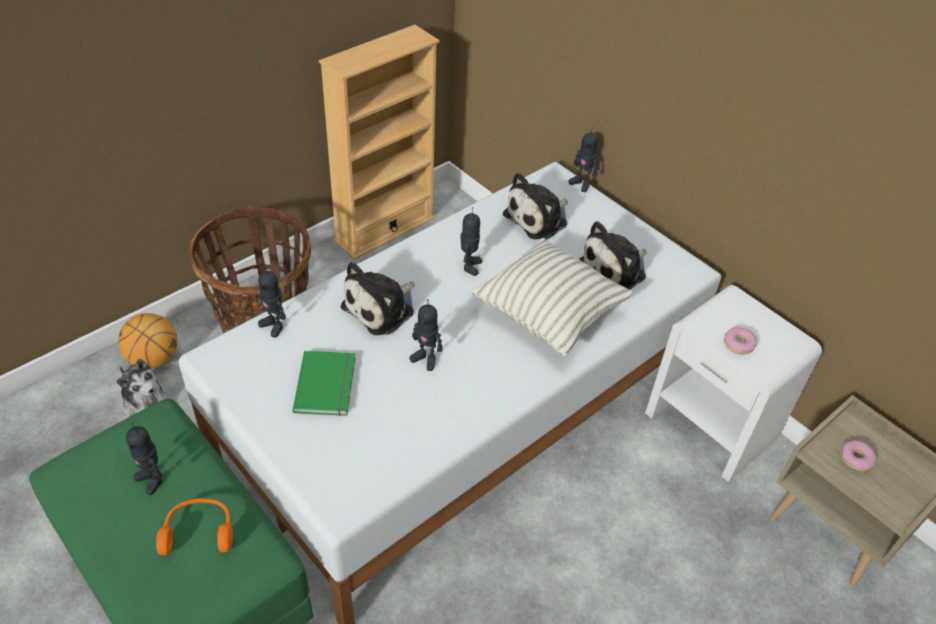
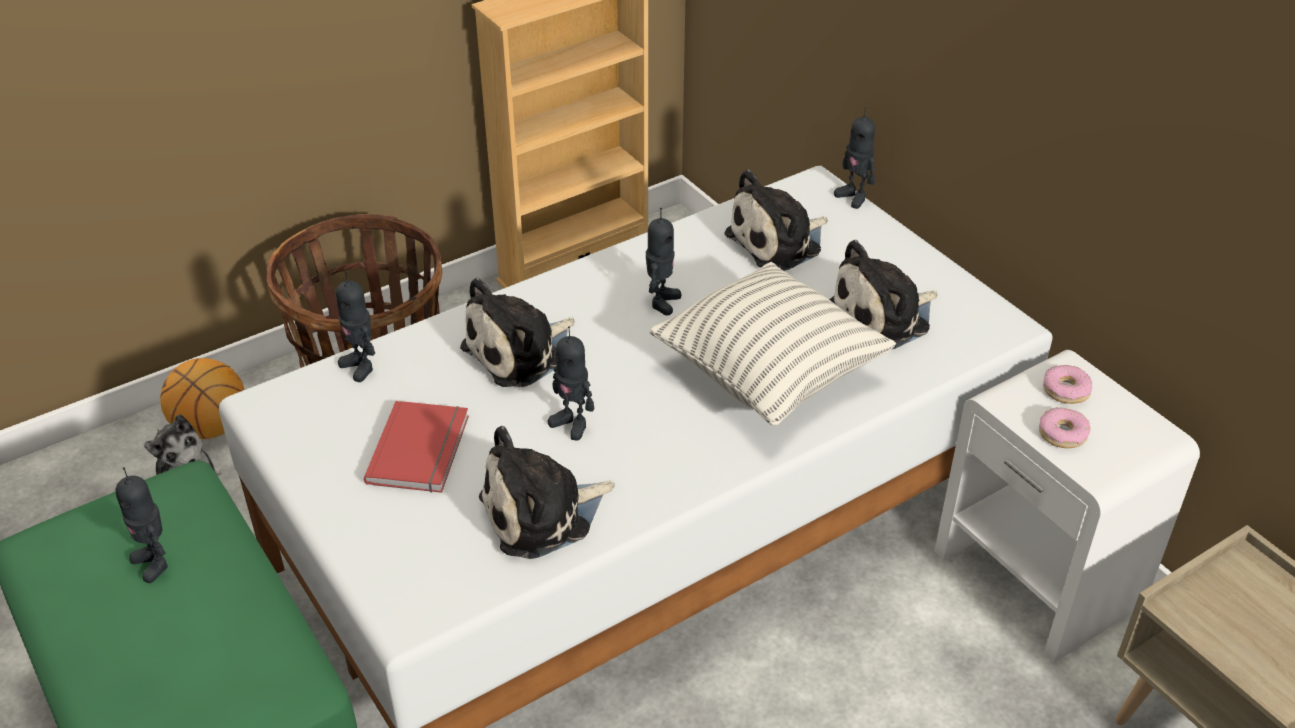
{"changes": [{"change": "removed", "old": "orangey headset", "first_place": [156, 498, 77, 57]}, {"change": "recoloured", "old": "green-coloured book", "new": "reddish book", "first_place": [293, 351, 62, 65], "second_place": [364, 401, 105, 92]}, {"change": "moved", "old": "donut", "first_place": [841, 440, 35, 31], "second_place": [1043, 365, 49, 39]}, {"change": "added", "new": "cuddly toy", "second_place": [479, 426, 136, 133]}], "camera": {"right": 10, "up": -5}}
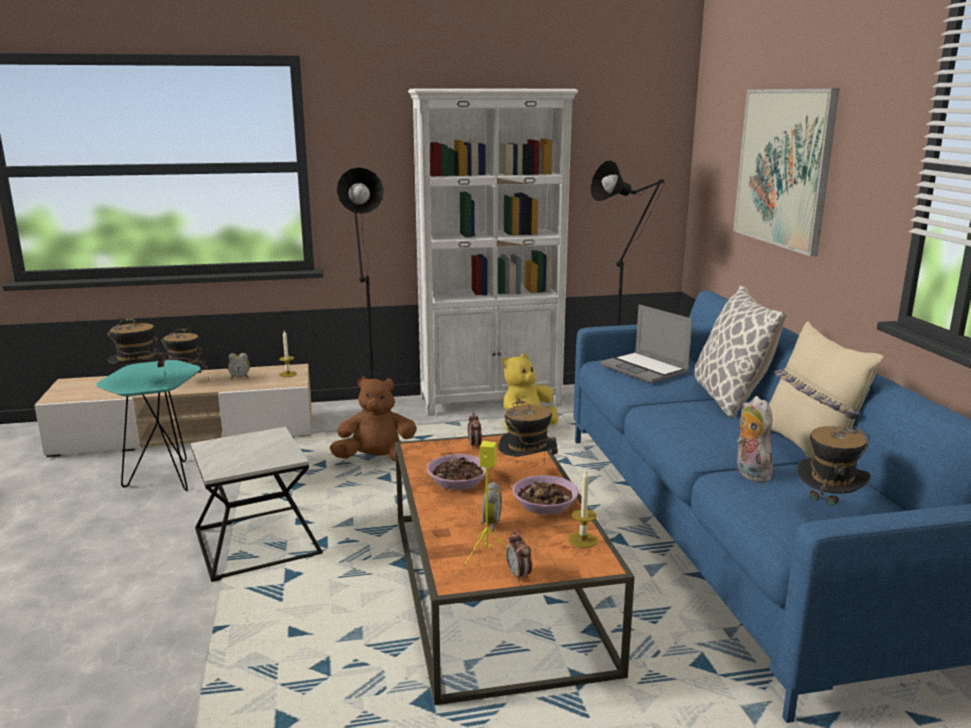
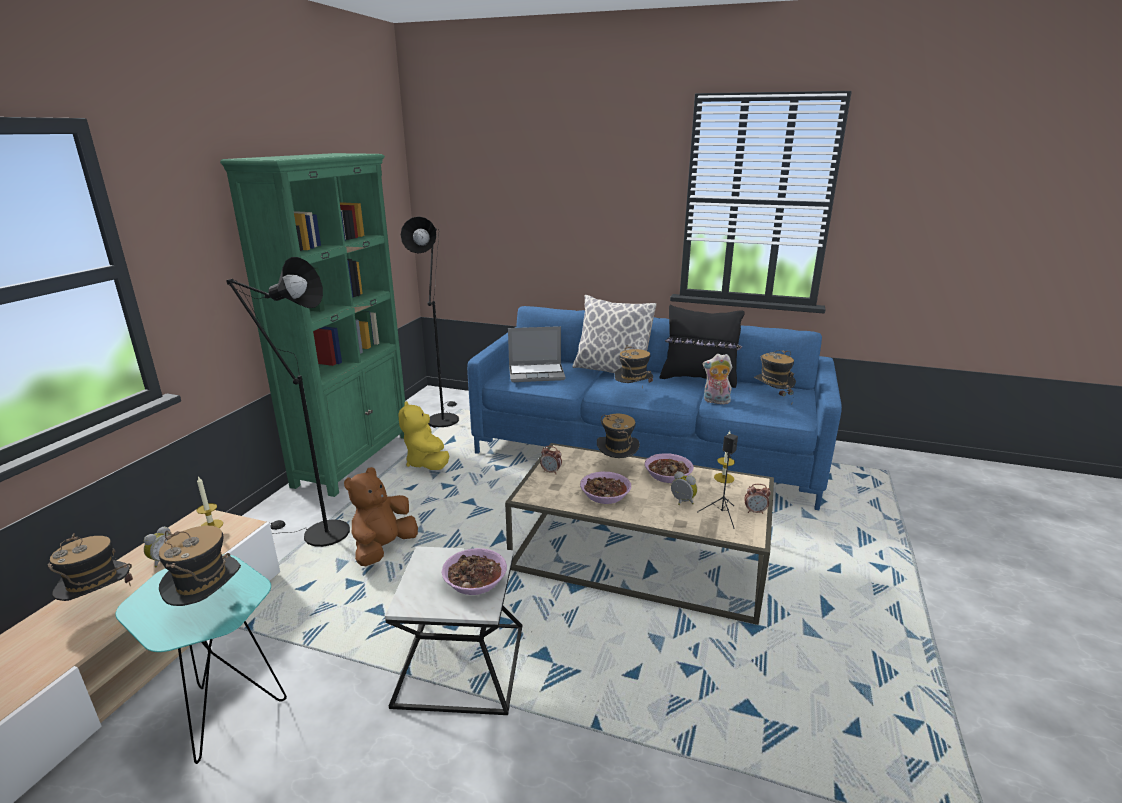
{"changes": [{"change": "recoloured", "old": "orangey coffee table", "new": "beige coffee table", "first_place": [395, 433, 240, 272], "second_place": [505, 443, 269, 182]}, {"change": "recoloured", "old": "white bookshelf", "new": "green-coloured bookshelf", "first_place": [408, 88, 170, 328], "second_place": [220, 153, 185, 344]}, {"change": "recoloured", "old": "yellow loudspeaker", "new": "blackish loudspeaker", "first_place": [463, 440, 44, 128], "second_place": [697, 434, 41, 95]}, {"change": "removed", "old": "picture", "first_place": [733, 89, 106, 167]}, {"change": "recoloured", "old": "beige pillow", "new": "blackish pillow", "first_place": [769, 321, 115, 138], "second_place": [659, 305, 85, 83]}, {"change": "added", "new": "deep dish", "second_place": [441, 548, 66, 47]}, {"change": "added", "new": "hat", "second_place": [614, 345, 39, 38]}], "camera": {"right": -60, "up": 5}}
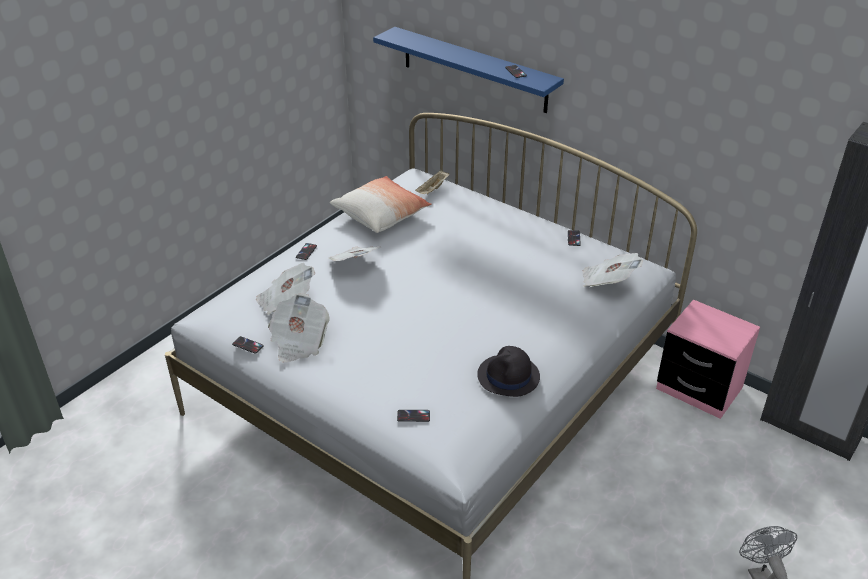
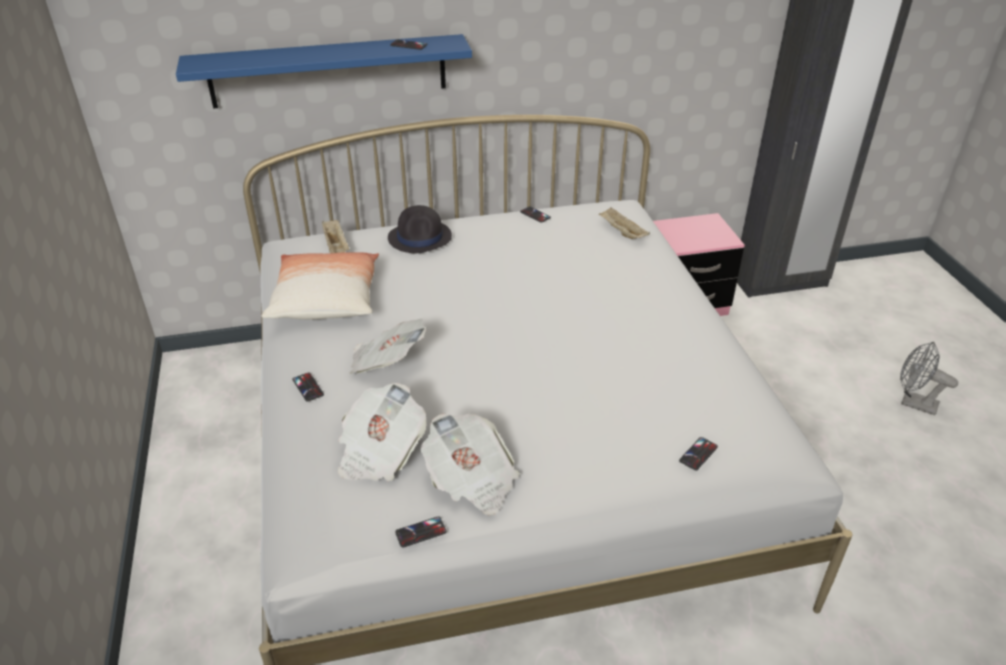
{"changes": [{"change": "moved", "old": "blackish hat", "first_place": [477, 346, 63, 51], "second_place": [388, 205, 64, 48]}, {"change": "replaced", "old": "newspaper", "new": "beige tray", "first_place": [582, 253, 61, 34], "second_place": [599, 207, 51, 32]}], "camera": {"right": -50, "up": 0}}
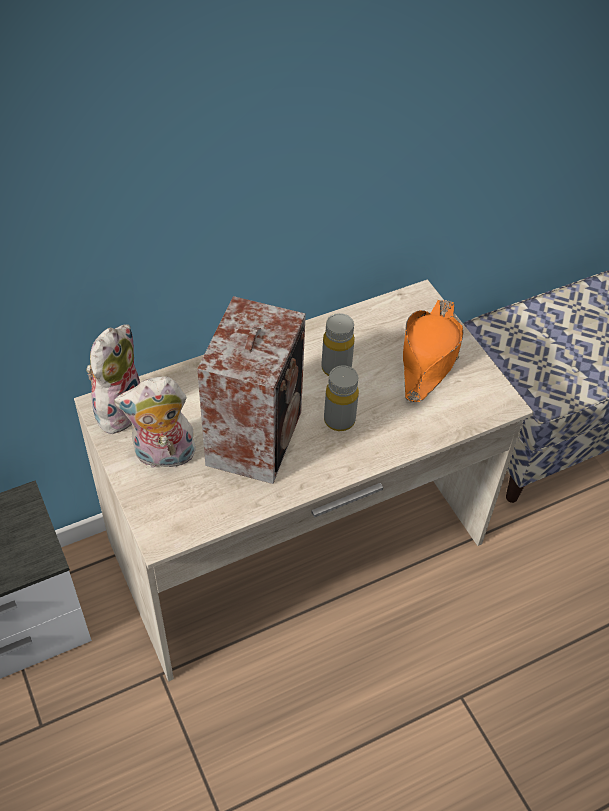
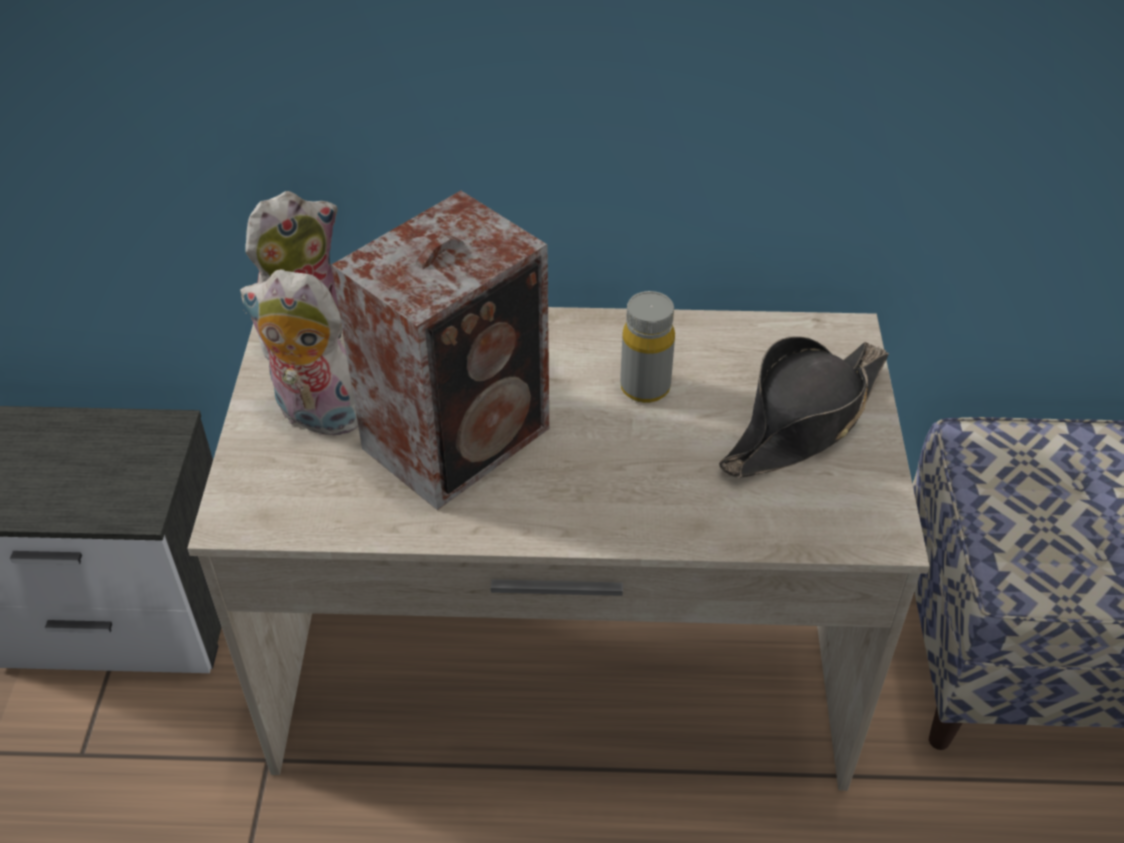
{"changes": [{"change": "removed", "old": "grey bottle", "first_place": [324, 365, 35, 66]}, {"change": "recoloured", "old": "orangey hat", "new": "blackish hat", "first_place": [403, 300, 60, 102], "second_place": [719, 337, 170, 141]}], "camera": {"right": 30, "up": -5}}
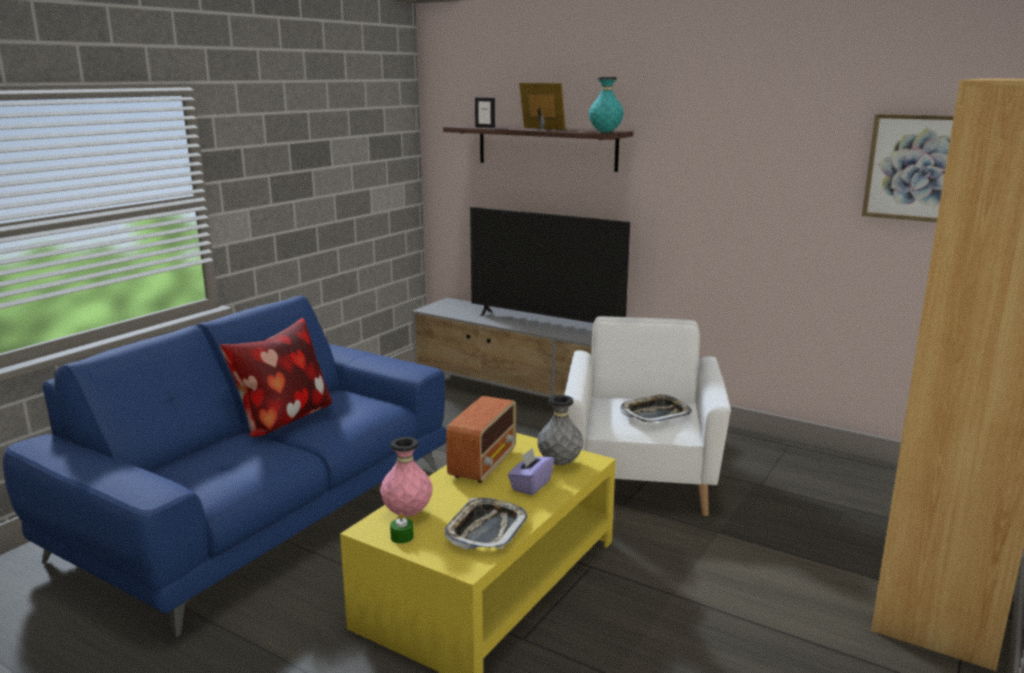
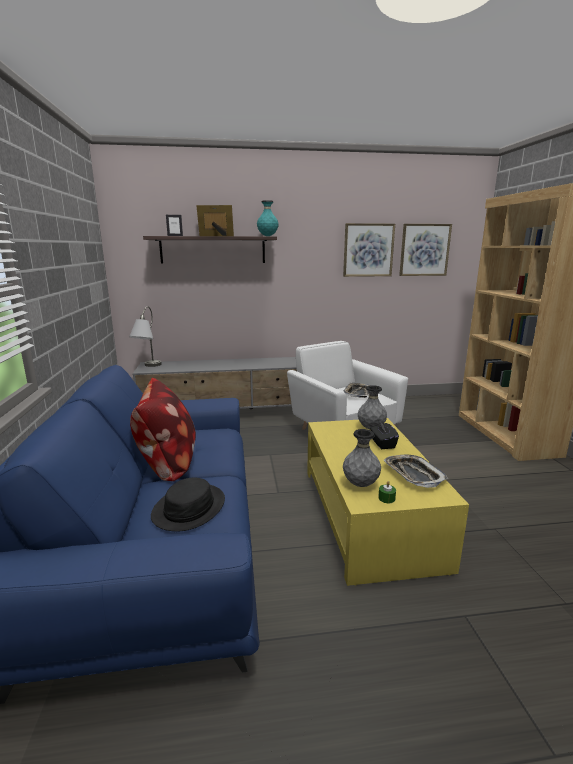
{"changes": [{"change": "recoloured", "old": "pink decorative vase", "new": "grey decorative vase", "first_place": [380, 437, 53, 79], "second_place": [343, 429, 38, 58]}, {"change": "removed", "old": "radio", "first_place": [446, 396, 70, 87]}, {"change": "removed", "old": "TV", "first_place": [470, 207, 160, 116]}, {"change": "recoloured", "old": "purple tissue box", "new": "blackish tissue box", "first_place": [508, 448, 46, 47], "second_place": [370, 421, 29, 28]}, {"change": "added", "new": "grey table lamp", "second_place": [129, 306, 33, 61]}, {"change": "added", "new": "blackish hat", "second_place": [151, 478, 74, 53]}, {"change": "added", "new": "picture", "second_place": [343, 223, 52, 54]}], "camera": {"right": -40, "up": 0}}
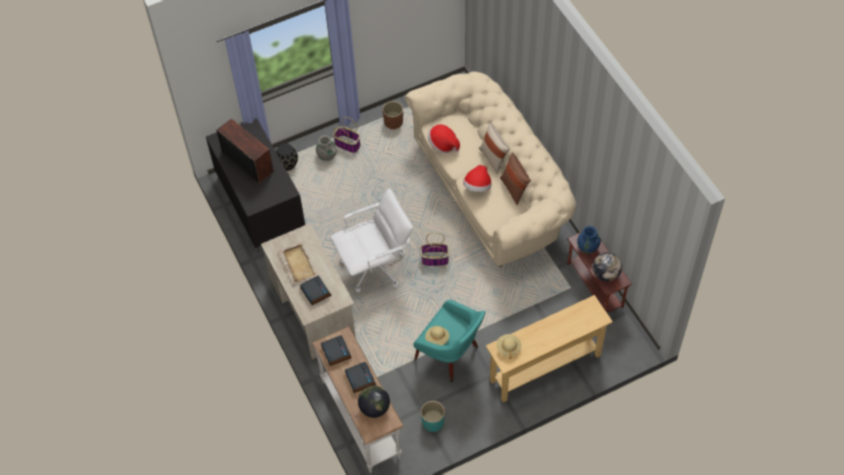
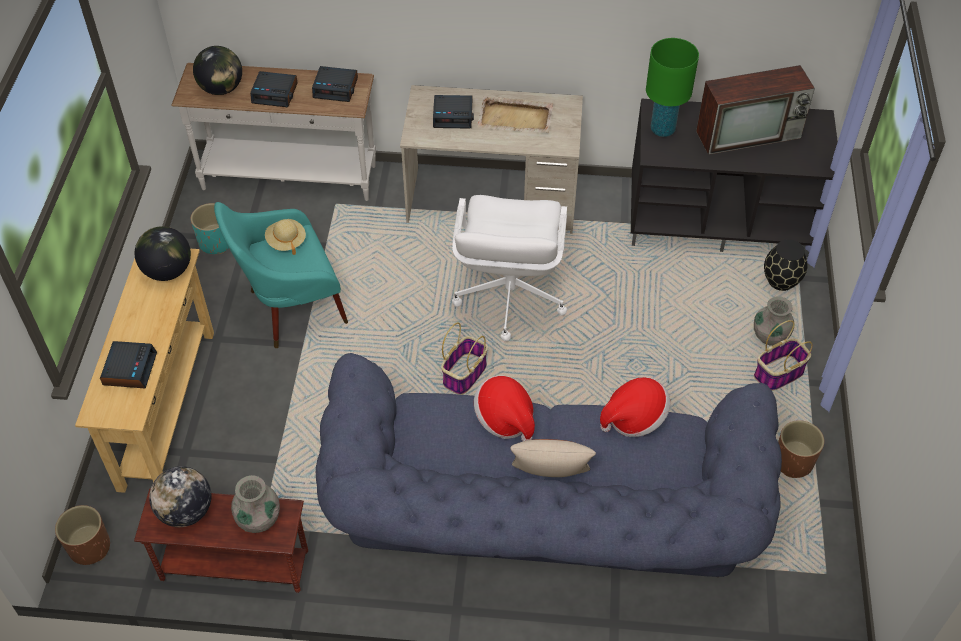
{"changes": [{"change": "recoloured", "old": "beige sofa", "new": "blue-coloured sofa", "first_place": [405, 72, 171, 195], "second_place": [316, 353, 466, 224]}, {"change": "replaced", "old": "beige hat", "new": "globe", "first_place": [497, 334, 24, 25], "second_place": [135, 226, 56, 55]}, {"change": "removed", "old": "brown-coloured pillow", "first_place": [500, 153, 31, 52]}, {"change": "recoloured", "old": "blue-coloured decorative vase", "new": "grey decorative vase", "first_place": [577, 226, 24, 27], "second_place": [231, 475, 49, 58]}, {"change": "added", "new": "brown-coloured plant pot", "second_place": [55, 505, 55, 60]}, {"change": "added", "new": "bedside clock", "second_place": [100, 341, 57, 48]}, {"change": "added", "new": "green-coloured table lamp", "second_place": [646, 38, 53, 99]}], "camera": {"right": 120, "up": -5}}
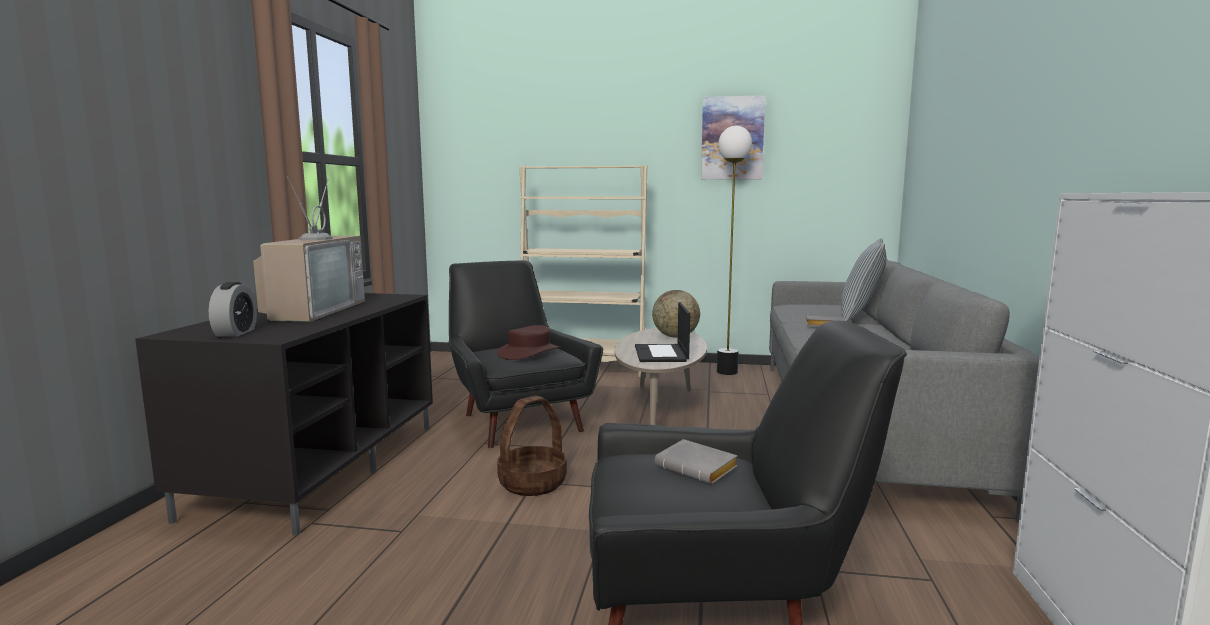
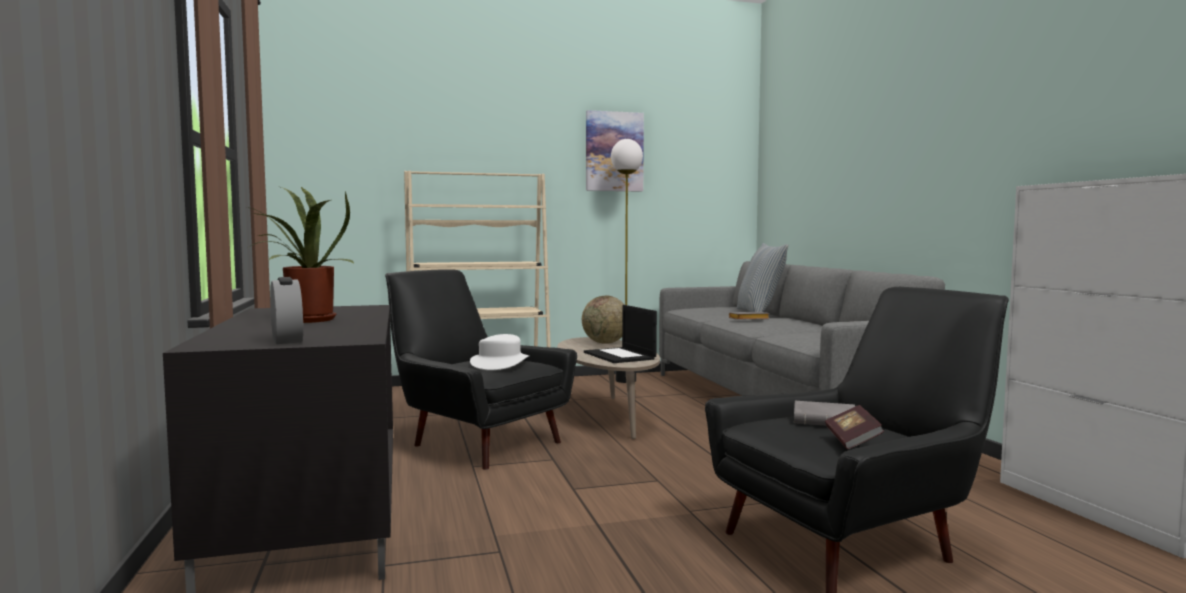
{"changes": [{"change": "replaced", "old": "TV", "new": "potted plant", "first_place": [253, 177, 112, 145], "second_place": [247, 186, 108, 137]}, {"change": "recoloured", "old": "brown-coloured hat", "new": "white hat", "first_place": [497, 325, 64, 35], "second_place": [470, 334, 59, 36]}, {"change": "removed", "old": "household basket", "first_place": [497, 395, 70, 101]}, {"change": "added", "new": "book", "second_place": [825, 405, 59, 44]}], "camera": {"right": -25, "up": -5}}
